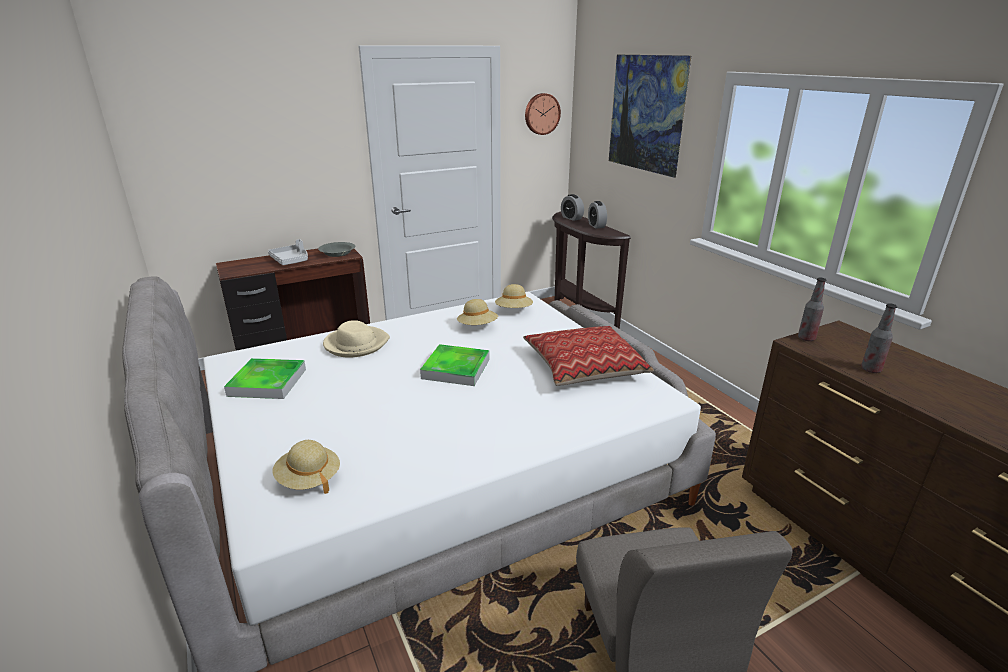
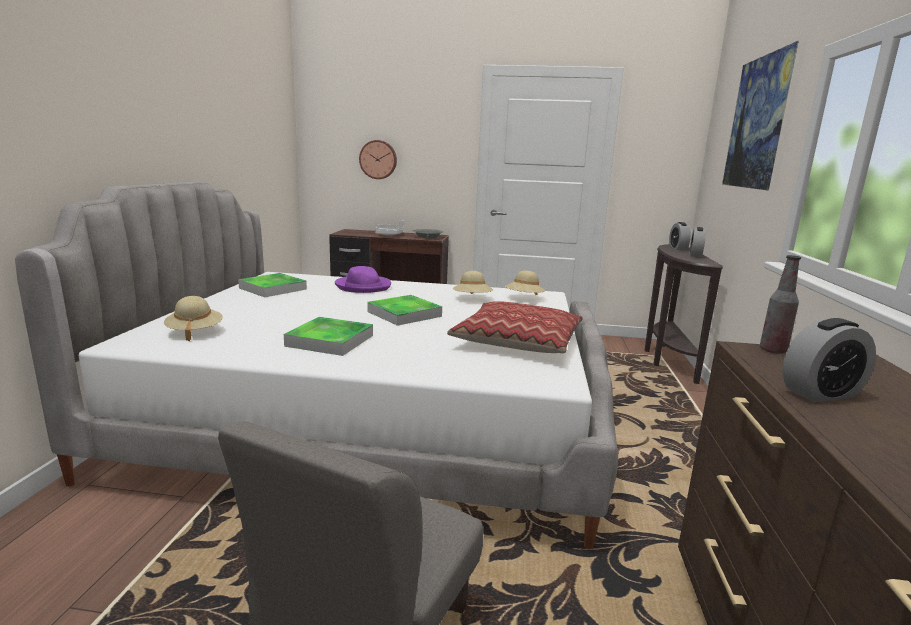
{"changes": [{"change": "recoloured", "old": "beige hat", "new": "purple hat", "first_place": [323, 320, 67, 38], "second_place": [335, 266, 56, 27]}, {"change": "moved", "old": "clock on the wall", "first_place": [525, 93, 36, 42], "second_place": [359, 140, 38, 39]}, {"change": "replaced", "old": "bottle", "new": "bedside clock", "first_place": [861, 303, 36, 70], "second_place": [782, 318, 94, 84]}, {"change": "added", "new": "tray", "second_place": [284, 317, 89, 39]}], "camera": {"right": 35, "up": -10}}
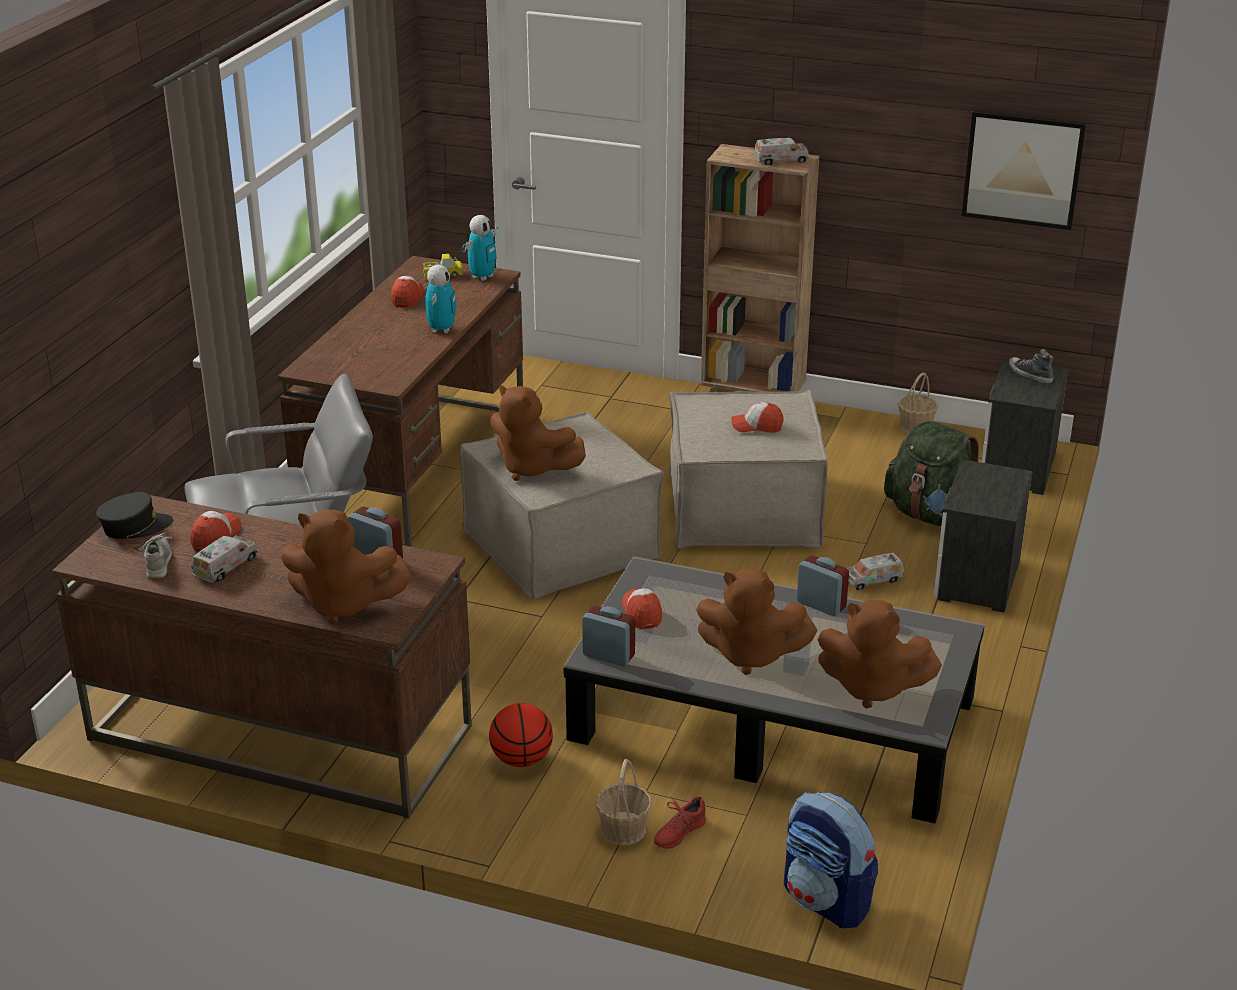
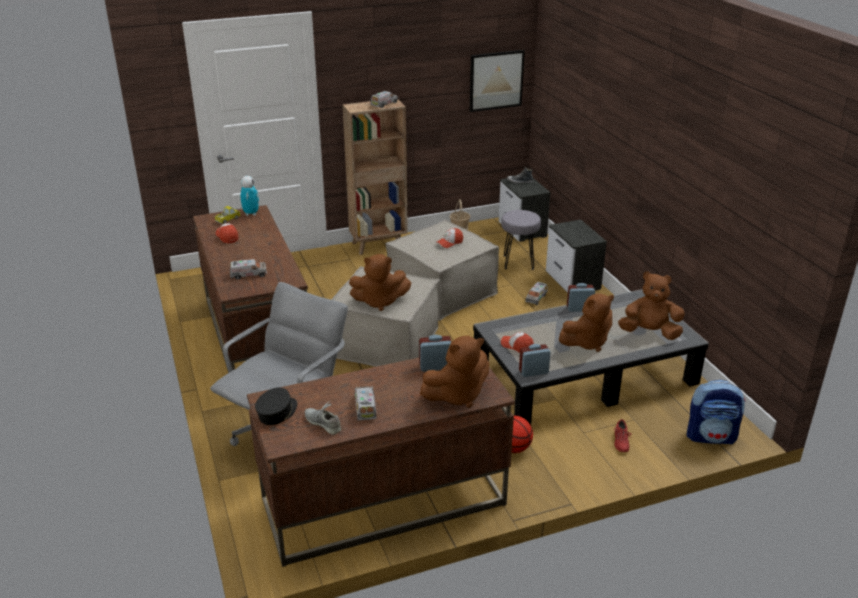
{"changes": [{"change": "removed", "old": "peaked cap", "first_place": [190, 511, 51, 41]}, {"change": "removed", "old": "model robot", "first_place": [425, 264, 32, 69]}, {"change": "removed", "old": "household basket", "first_place": [596, 759, 56, 86]}, {"change": "turned", "old": "brown-coloured cuddly toy", "first_place": [817, 600, 125, 109], "second_place": [618, 271, 67, 69], "degrees": -150}, {"change": "replaced", "old": "green-coloured knapsack", "new": "grey stool seat", "first_place": [884, 421, 96, 105], "second_place": [501, 210, 40, 60]}, {"change": "added", "new": "toy truck", "second_place": [230, 259, 37, 20]}], "camera": {"right": -40, "up": 0}}
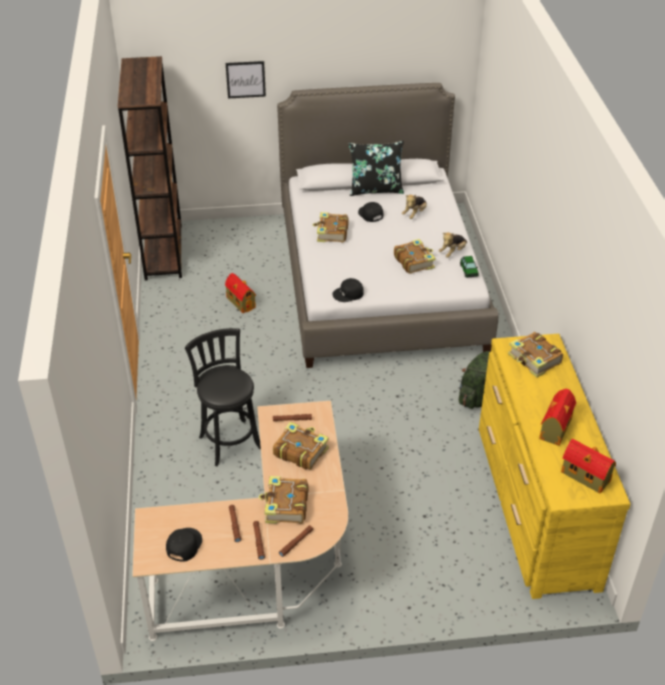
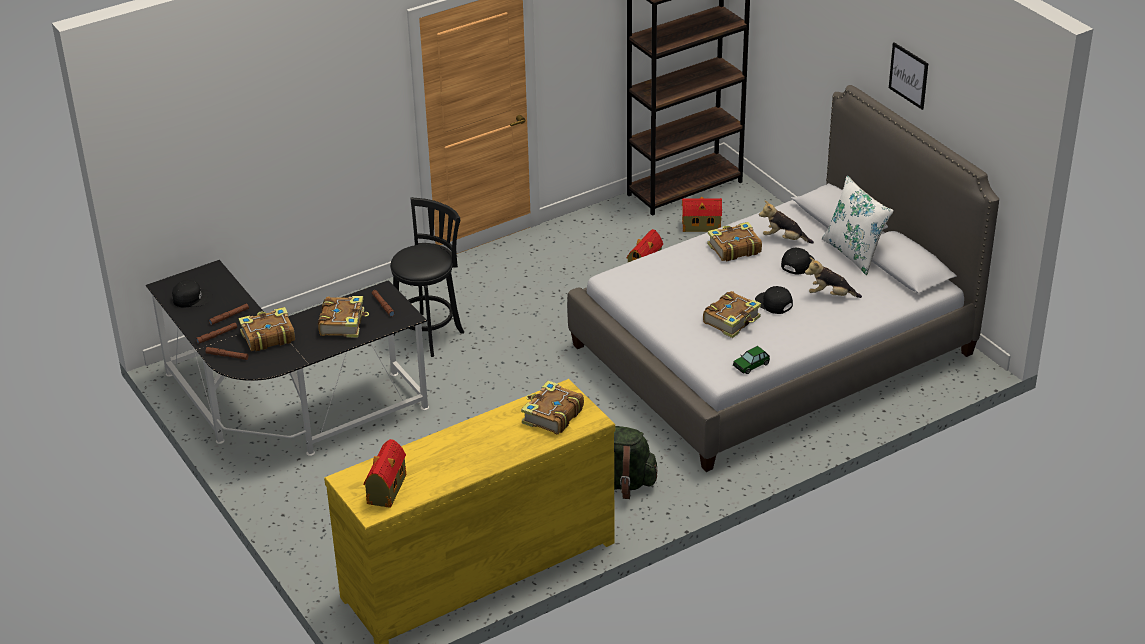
{"changes": [{"change": "recoloured", "old": "beige desk table", "new": "blackish desk table", "first_place": [132, 401, 216, 240], "second_place": [146, 260, 283, 196]}, {"change": "moved", "old": "picture", "first_place": [226, 61, 40, 37], "second_place": [889, 42, 39, 68]}, {"change": "moved", "old": "blackish peaked cap", "first_place": [332, 278, 32, 24], "second_place": [755, 286, 38, 28]}, {"change": "recoloured", "old": "blackish pillow", "new": "white pillow", "first_place": [349, 141, 55, 55], "second_place": [822, 176, 72, 99]}, {"change": "moved", "old": "cuddly toy", "first_place": [438, 233, 29, 25], "second_place": [759, 200, 55, 44]}, {"change": "moved", "old": "miniature house", "first_place": [539, 388, 37, 58], "second_place": [682, 197, 40, 35]}], "camera": {"right": 65, "up": -5}}
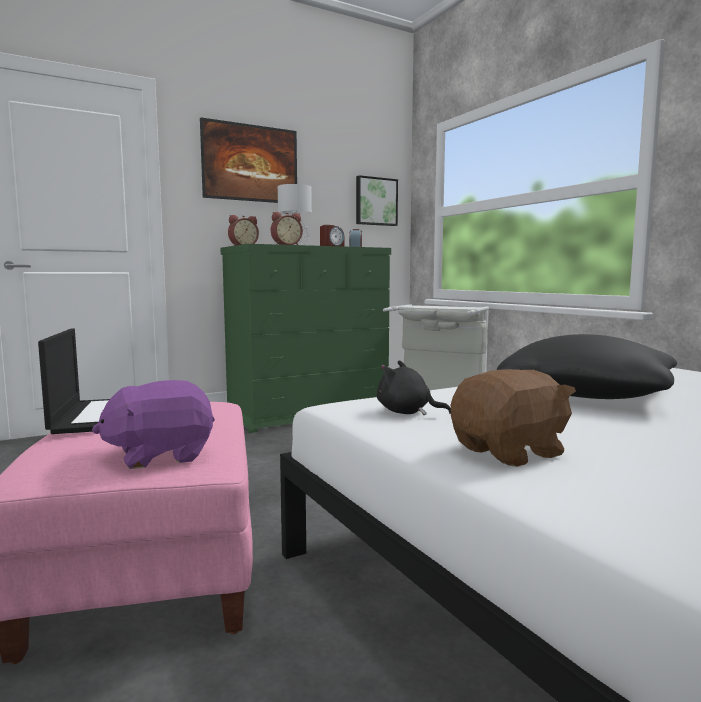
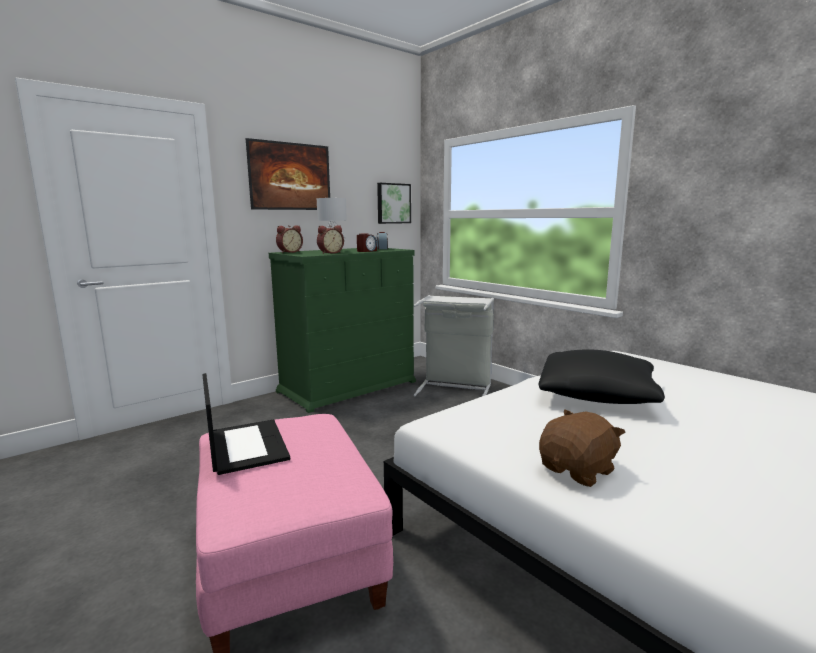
{"changes": [{"change": "removed", "old": "purple cuddly toy", "first_place": [92, 380, 123, 89]}, {"change": "removed", "old": "blackish cuddly toy", "first_place": [377, 361, 74, 54]}], "camera": {"right": -10, "up": 5}}
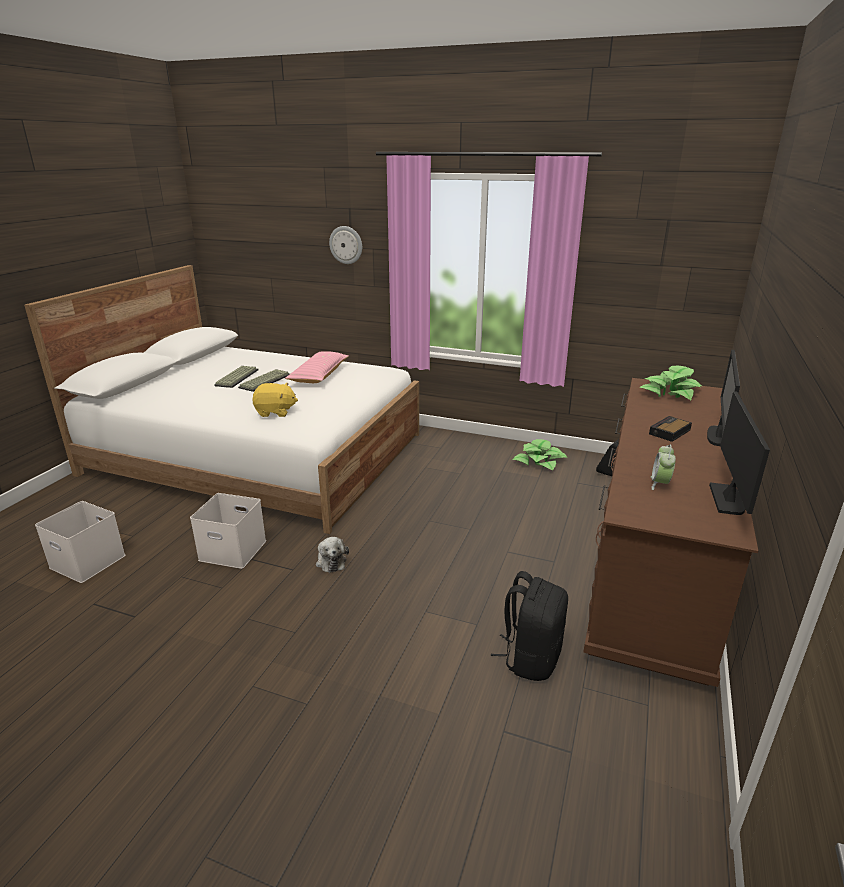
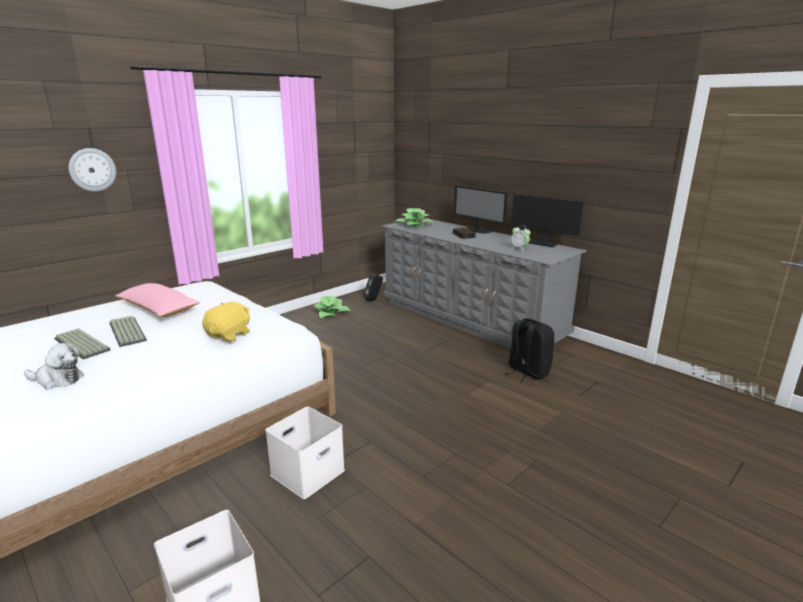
{"changes": [{"change": "moved", "old": "cuddly toy", "first_place": [316, 537, 33, 36], "second_place": [24, 343, 60, 47]}, {"change": "recoloured", "old": "brown-coloured drawer chest", "new": "grey drawer chest", "first_place": [583, 378, 176, 309], "second_place": [382, 218, 205, 131]}], "camera": {"right": -65, "up": -5}}
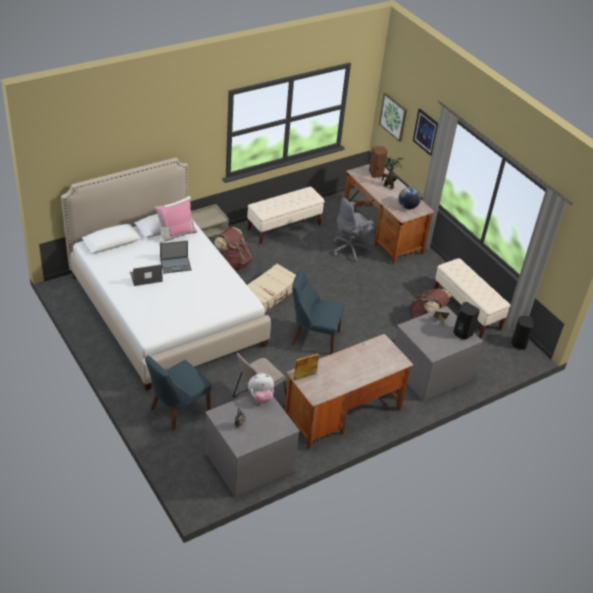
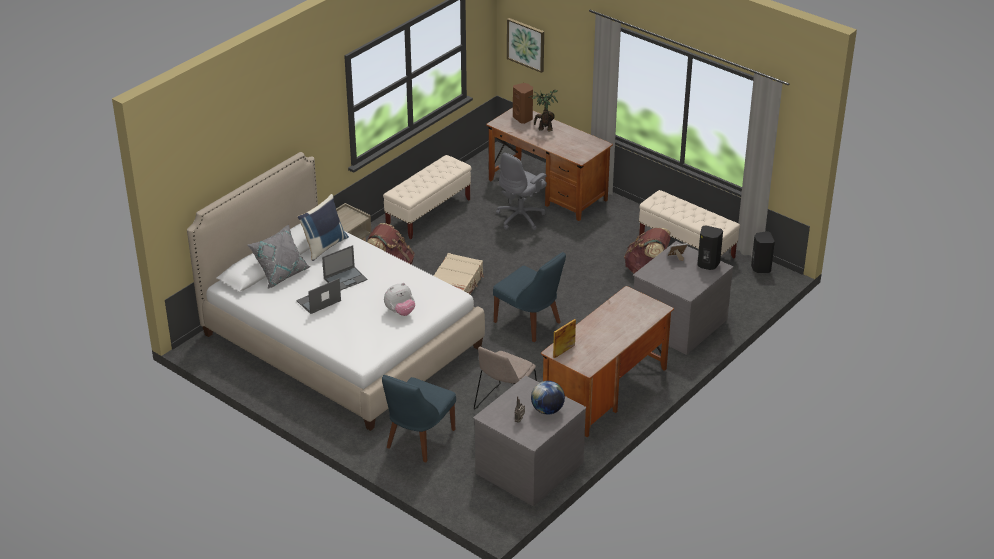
{"changes": [{"change": "recoloured", "old": "pink pillow", "new": "blue-coloured pillow", "first_place": [154, 196, 44, 47], "second_place": [298, 194, 51, 67]}, {"change": "moved", "old": "cuddly toy", "first_place": [248, 373, 26, 31], "second_place": [384, 283, 31, 33]}, {"change": "turned", "old": "blue-coloured upright chair", "first_place": [292, 269, 52, 86], "second_place": [493, 252, 73, 90], "degrees": -135}, {"change": "moved", "old": "globe", "first_place": [399, 187, 22, 22], "second_place": [531, 381, 34, 33]}, {"change": "removed", "old": "picture", "first_place": [413, 109, 25, 47]}, {"change": "added", "new": "grey pillow", "second_place": [247, 225, 63, 64]}], "camera": {"right": -15, "up": -5}}
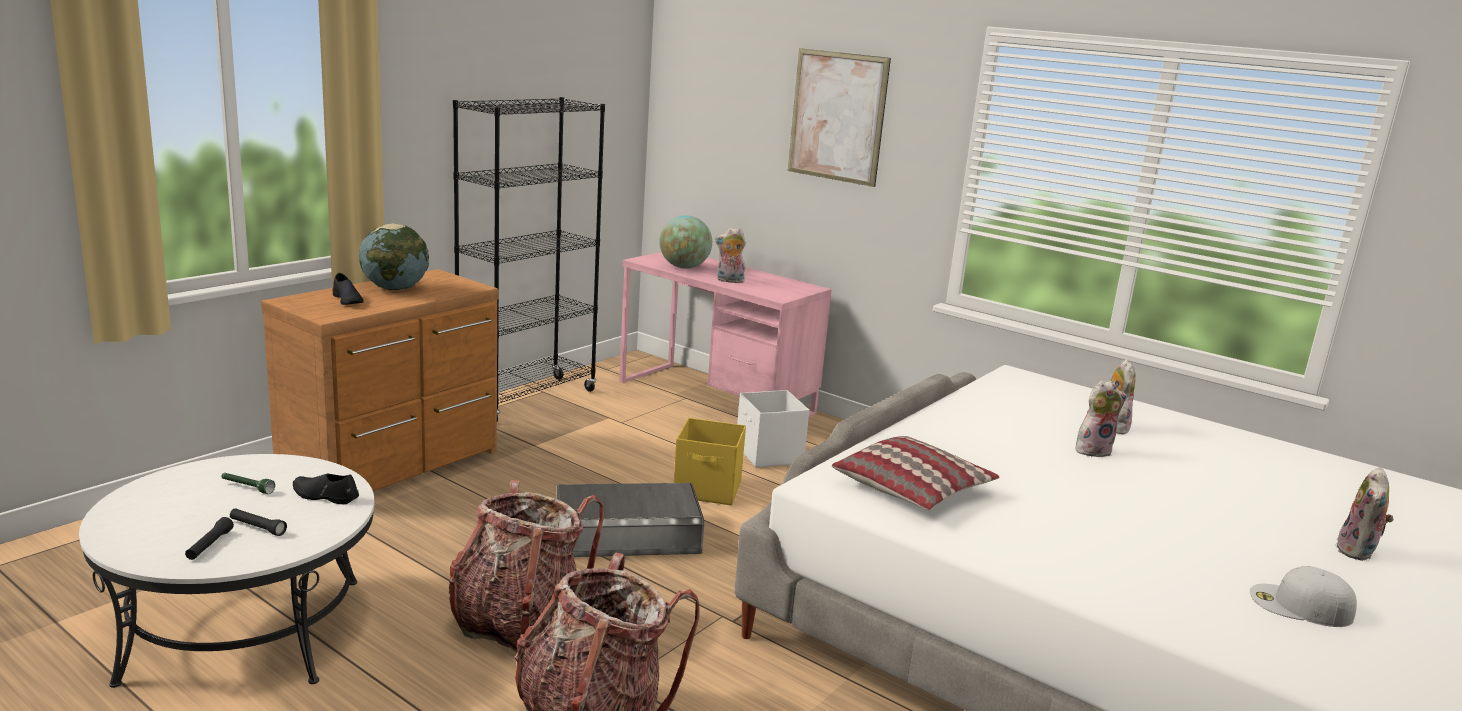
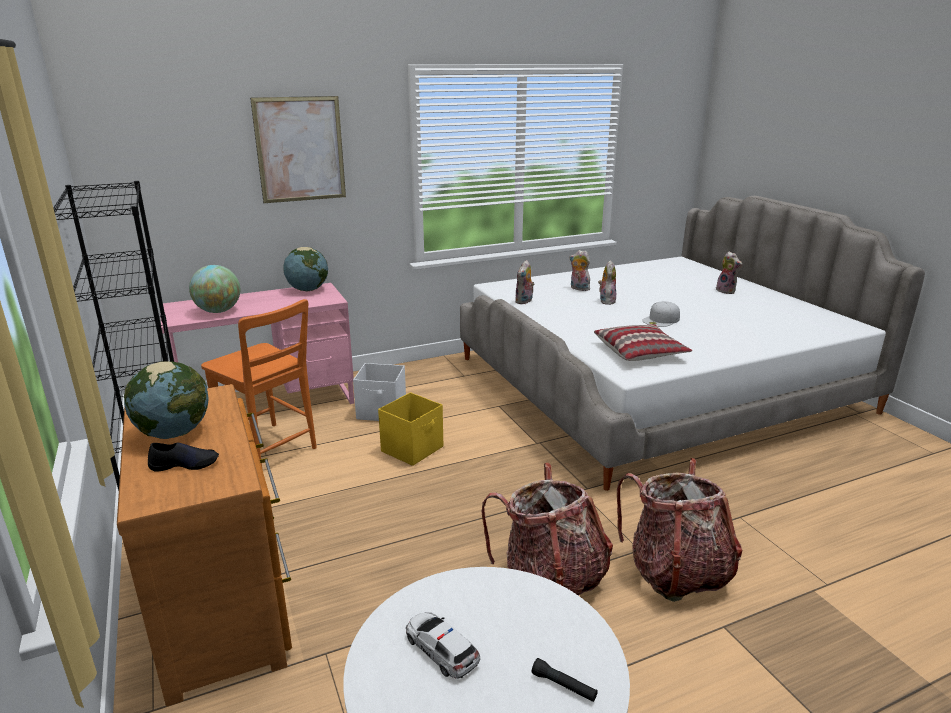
{"changes": [{"change": "replaced", "old": "green-coloured torch", "new": "toy car", "first_place": [221, 473, 54, 21], "second_place": [406, 612, 74, 67]}, {"change": "removed", "old": "blackish torch", "first_place": [230, 508, 57, 28]}, {"change": "removed", "old": "blackish item of footwear", "first_place": [293, 474, 66, 30]}, {"change": "removed", "old": "grey storage bin", "first_place": [556, 483, 148, 74]}, {"change": "moved", "old": "cuddly toy", "first_place": [715, 228, 31, 55], "second_place": [515, 260, 19, 44]}, {"change": "moved", "old": "white peaked cap", "first_place": [1250, 566, 107, 61], "second_place": [642, 301, 38, 26]}, {"change": "added", "new": "orangey upright chair", "second_place": [201, 299, 116, 167]}, {"change": "added", "new": "globe", "second_place": [283, 247, 45, 44]}], "camera": {"right": -60, "up": 5}}
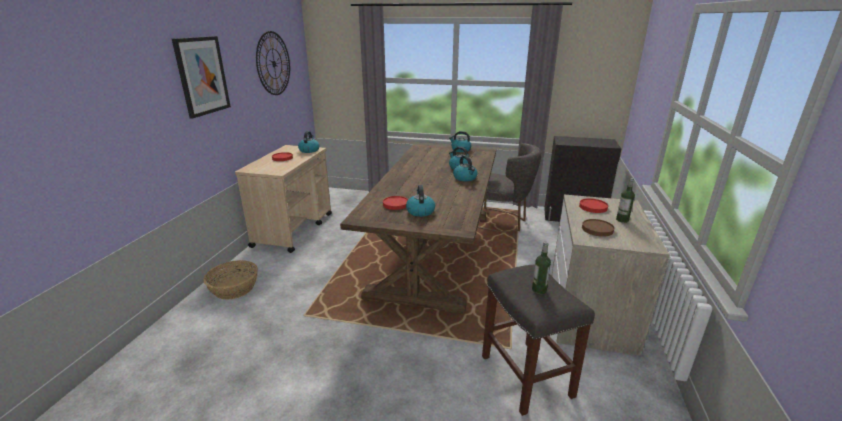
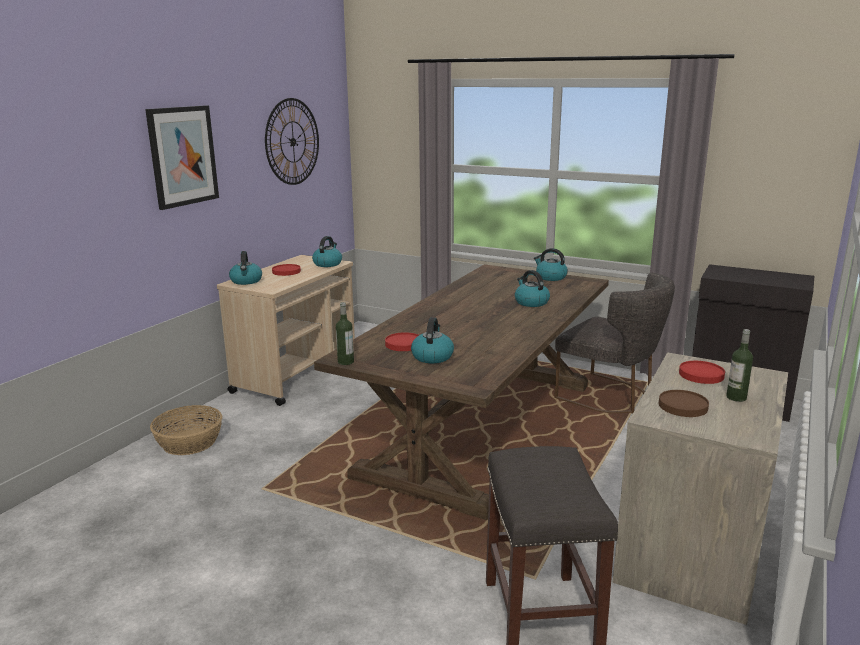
{"changes": [{"change": "moved", "old": "kettle", "first_place": [453, 155, 25, 26], "second_place": [229, 251, 33, 34]}, {"change": "moved", "old": "bottle", "first_place": [532, 241, 19, 53], "second_place": [336, 302, 18, 63]}], "camera": {"right": 15, "up": -5}}
